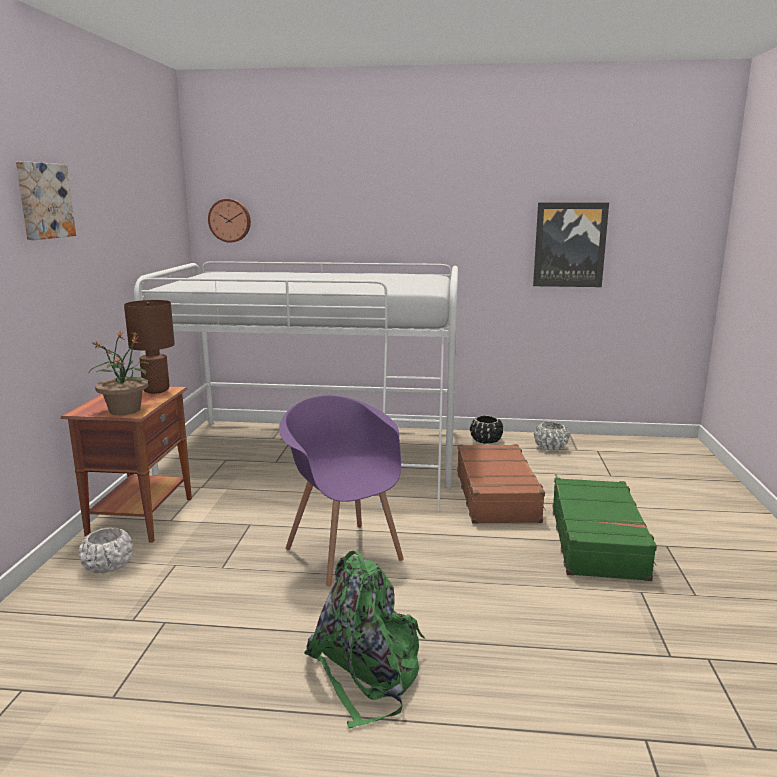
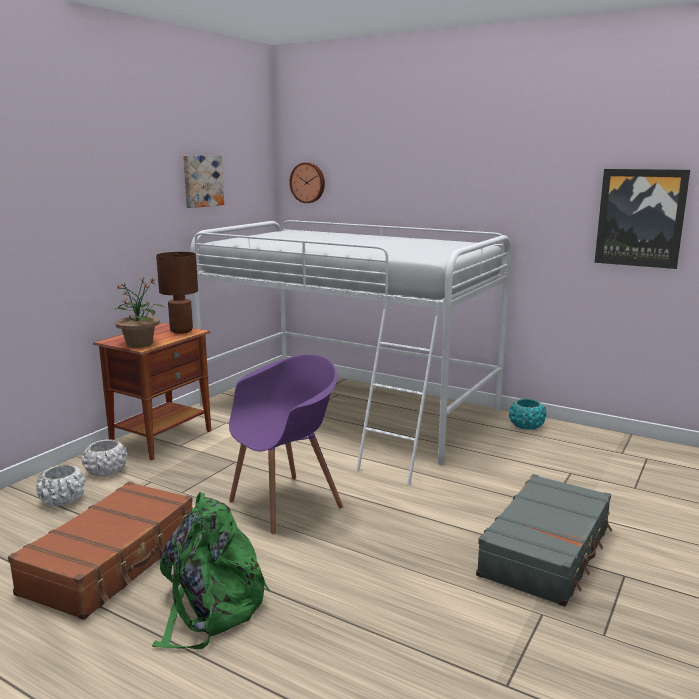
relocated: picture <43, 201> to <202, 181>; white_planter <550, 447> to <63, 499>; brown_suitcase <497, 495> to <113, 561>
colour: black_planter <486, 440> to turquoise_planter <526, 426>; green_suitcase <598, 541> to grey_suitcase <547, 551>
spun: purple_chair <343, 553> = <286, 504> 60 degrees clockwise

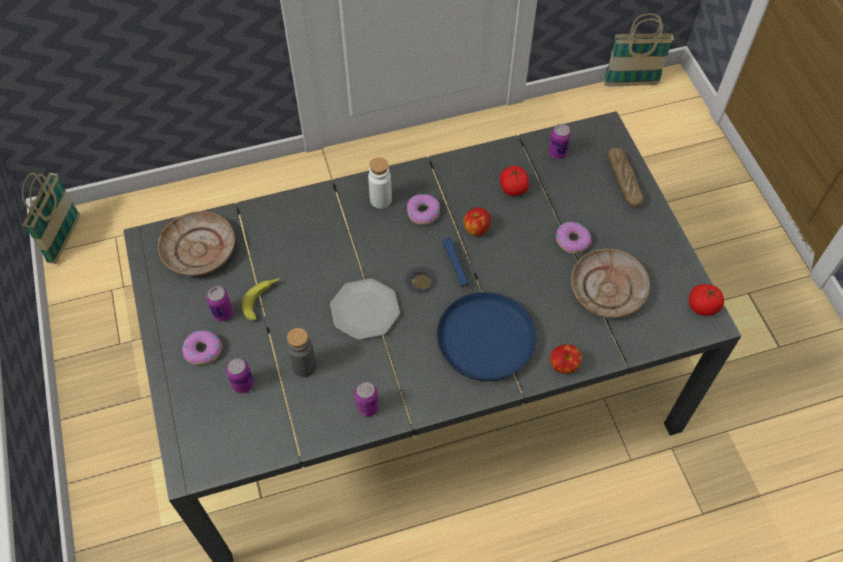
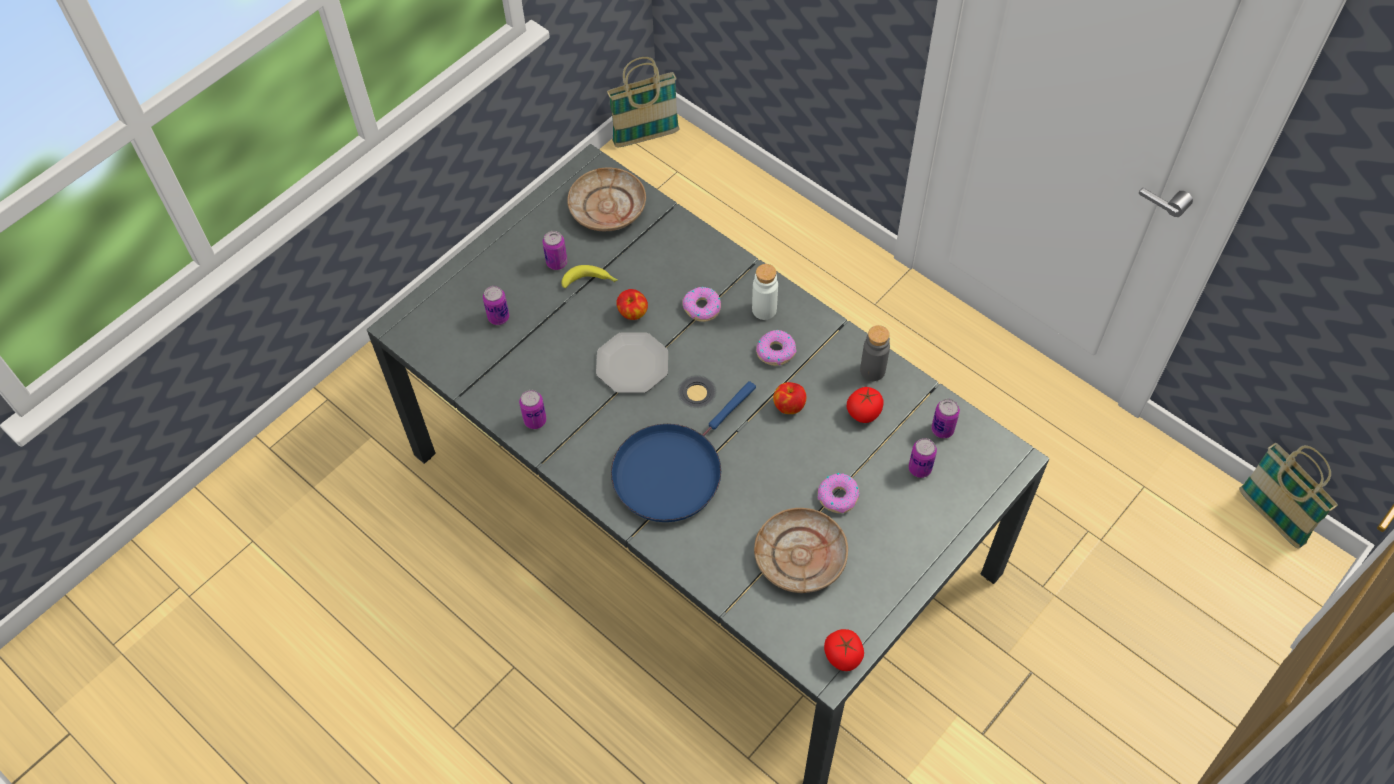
missing: bread <624, 181>
appeared: can <920, 468>
relocated: grey_bottle <304, 366> to <872, 370>; donut <203, 350> to <702, 308>; apple <564, 366> to <632, 313>

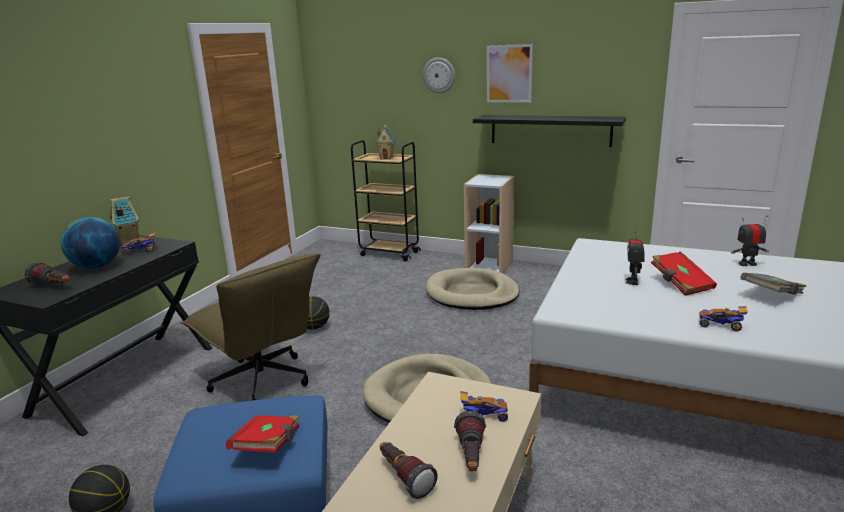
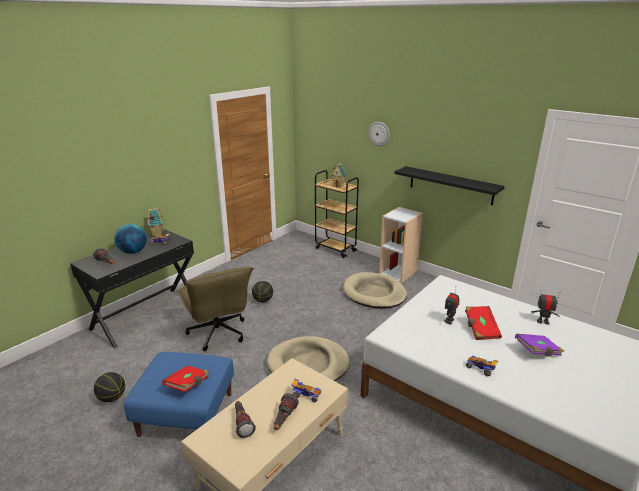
missing: picture <509, 73>
colour: grey_book <772, 295> to purple_book <537, 352>

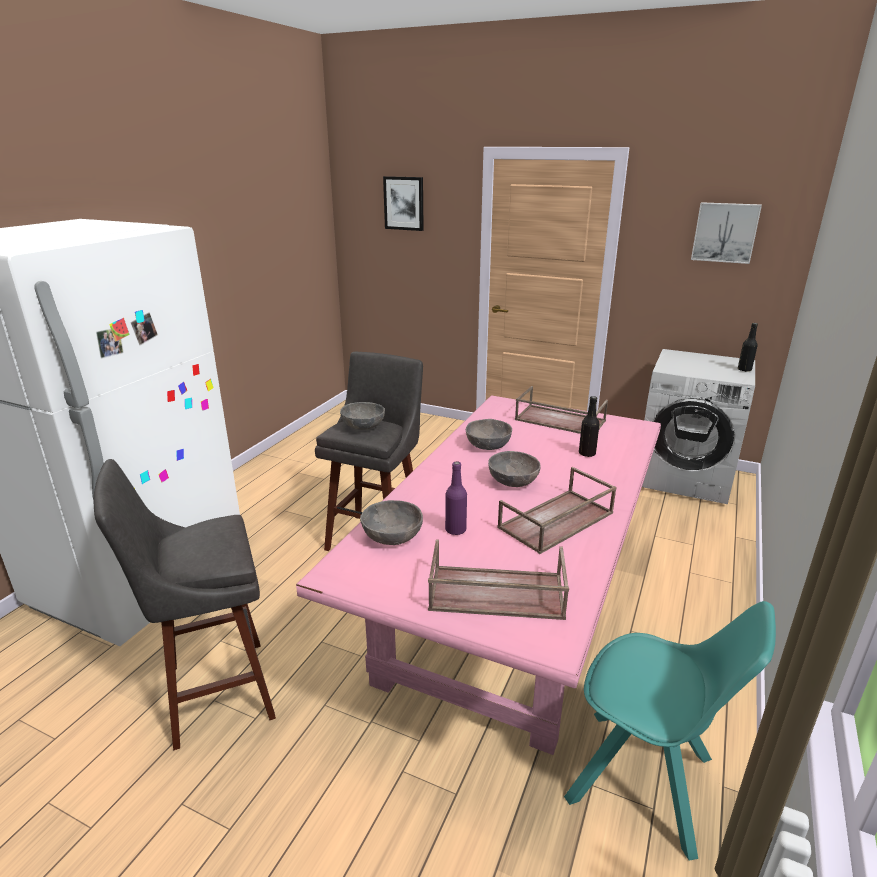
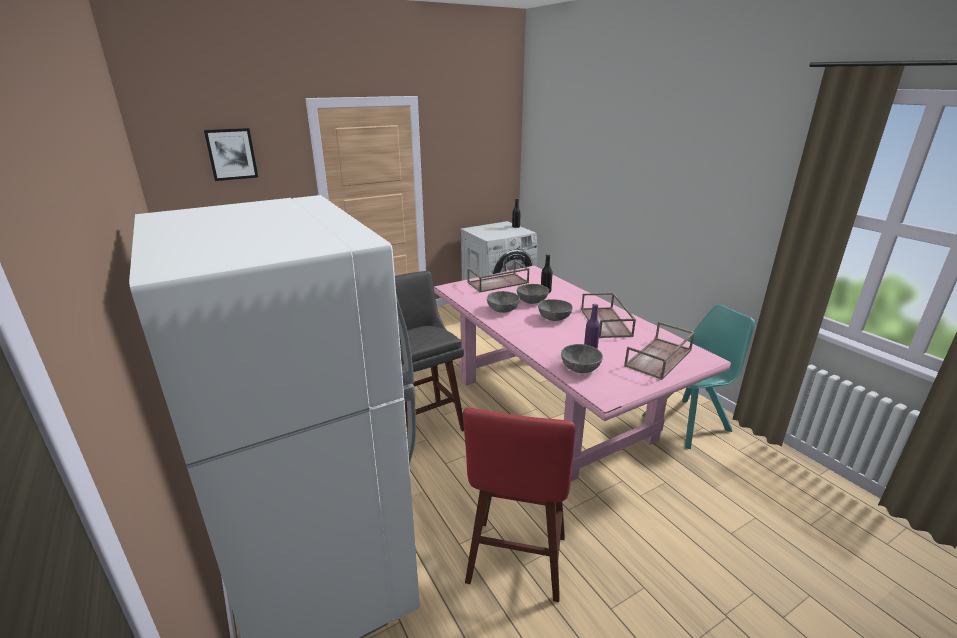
missing: picture <725, 232>
relocated: grey_bowl <363, 426> to <532, 301>
colour: grey_stool <214, 692> to red_stool <515, 563>

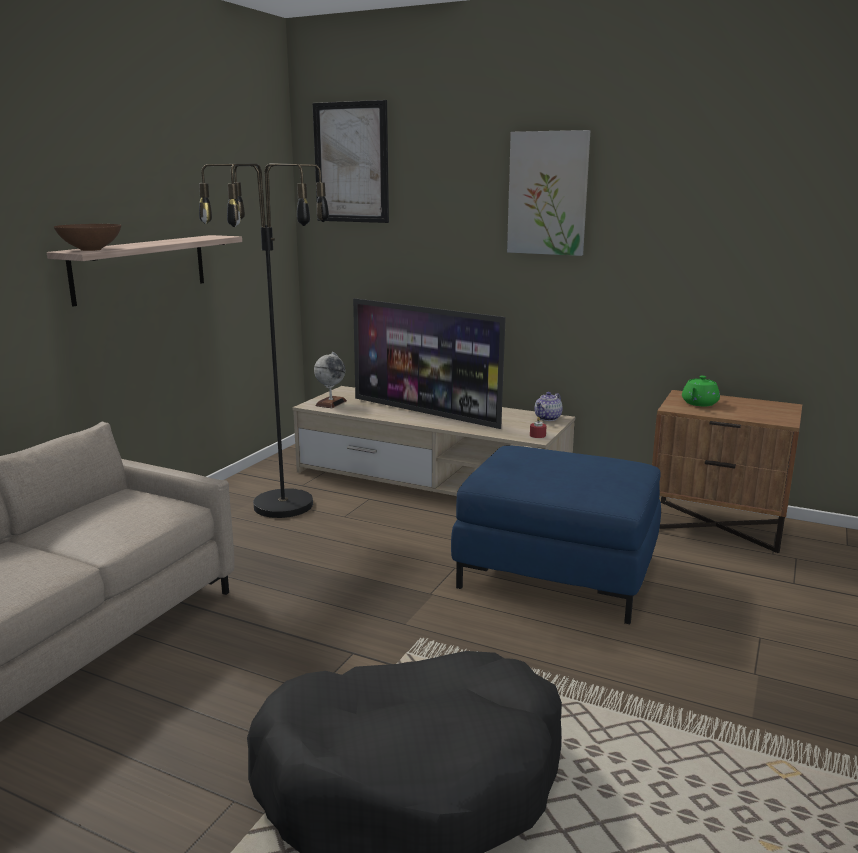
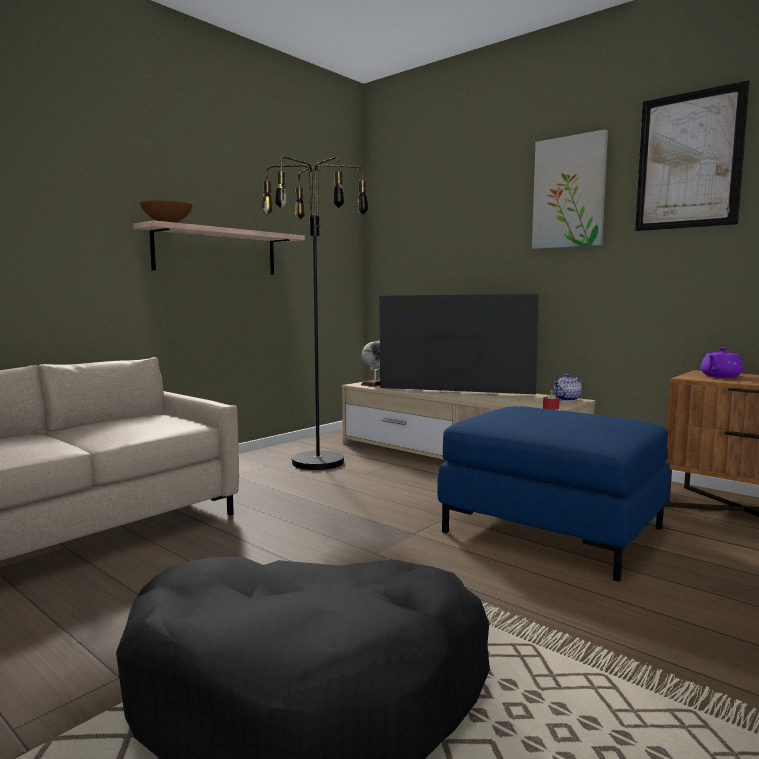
relocated: picture <351, 162> to <689, 161>
colour: green_teapot <699, 403> to purple_teapot <720, 376>
spun: television <426, 412> = <453, 392> 150 degrees clockwise

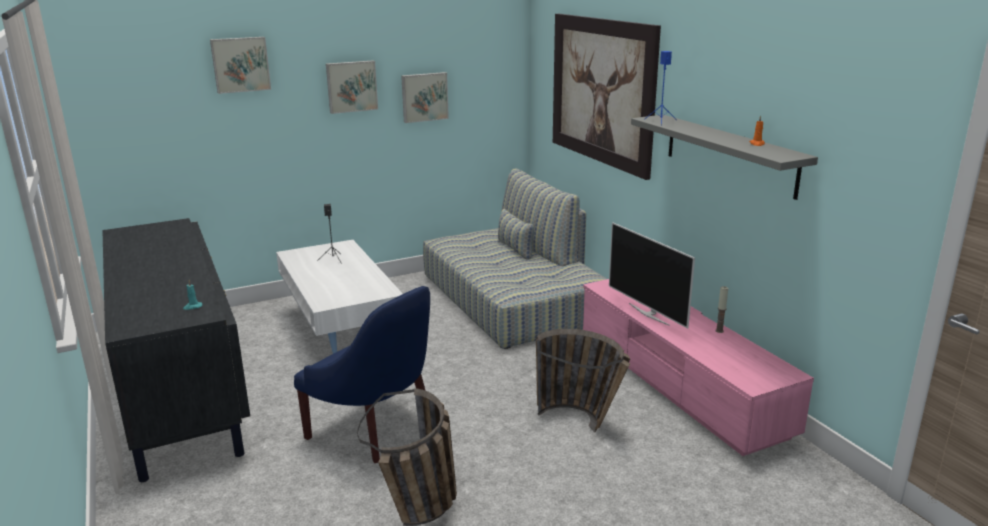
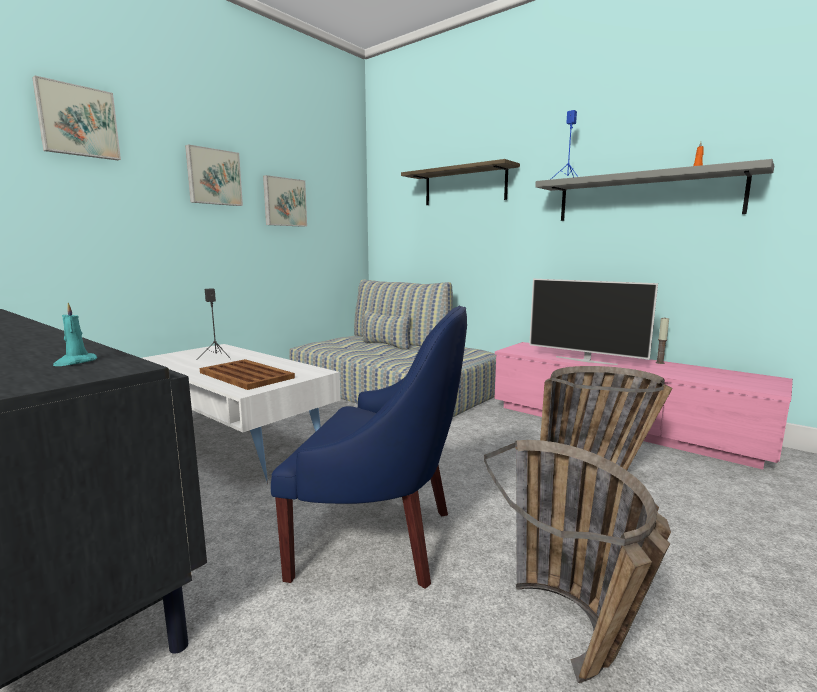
appeared: brown_tray <246, 375>
exchanged: picture <601, 91> to shelf <464, 186>

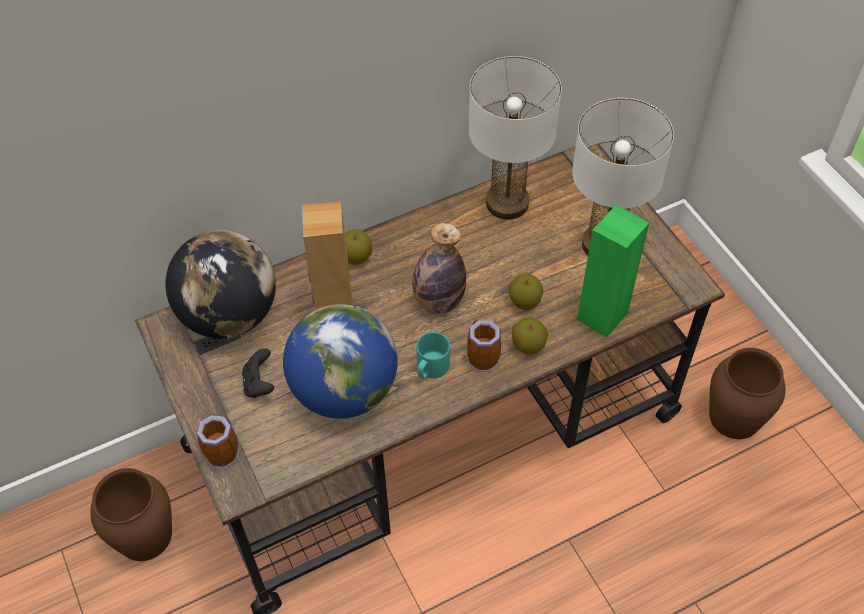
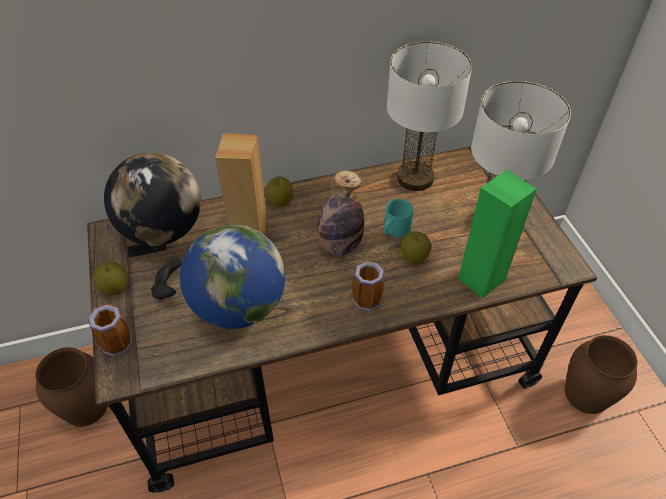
relocated: apple <528, 346> to <115, 288>; turquoise_mug <431, 368> to <395, 230>

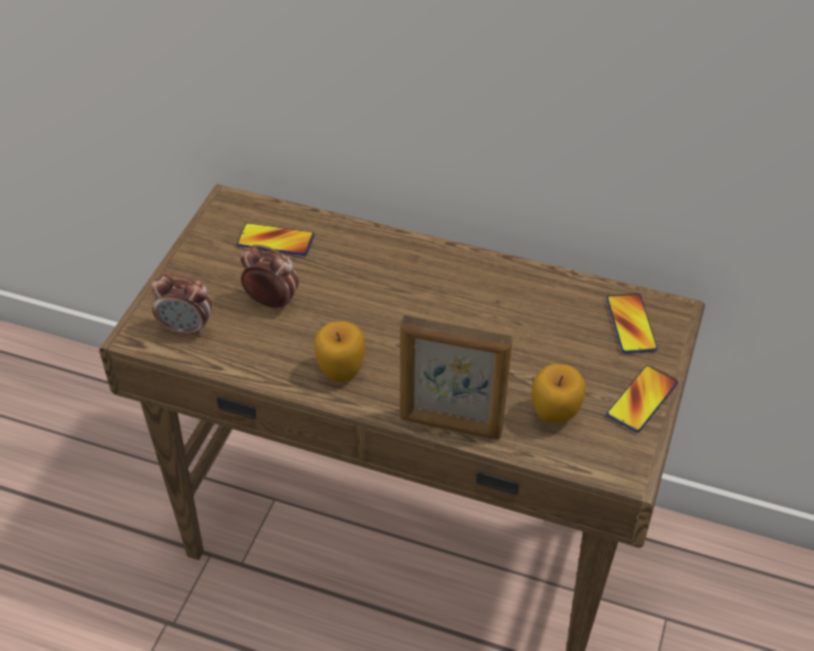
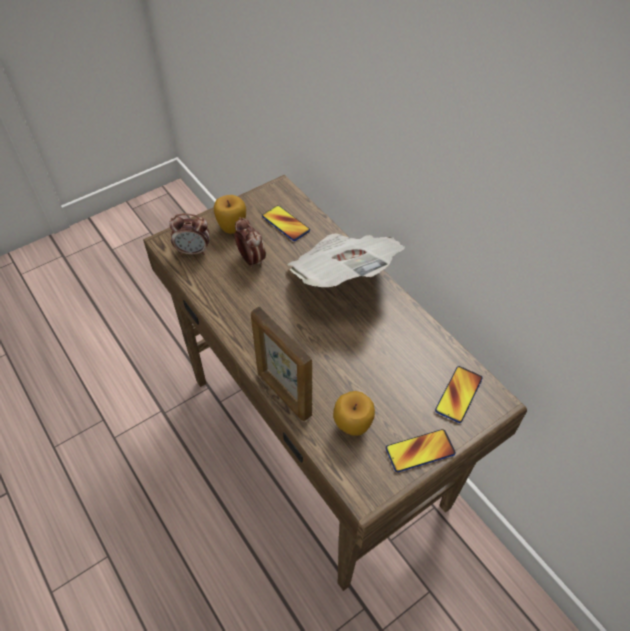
appeared: newspaper <342, 276>
relocated: apple <341, 371> to <232, 227>
spun: alarm_clock <187, 328> = <193, 251> 45 degrees counterclockwise

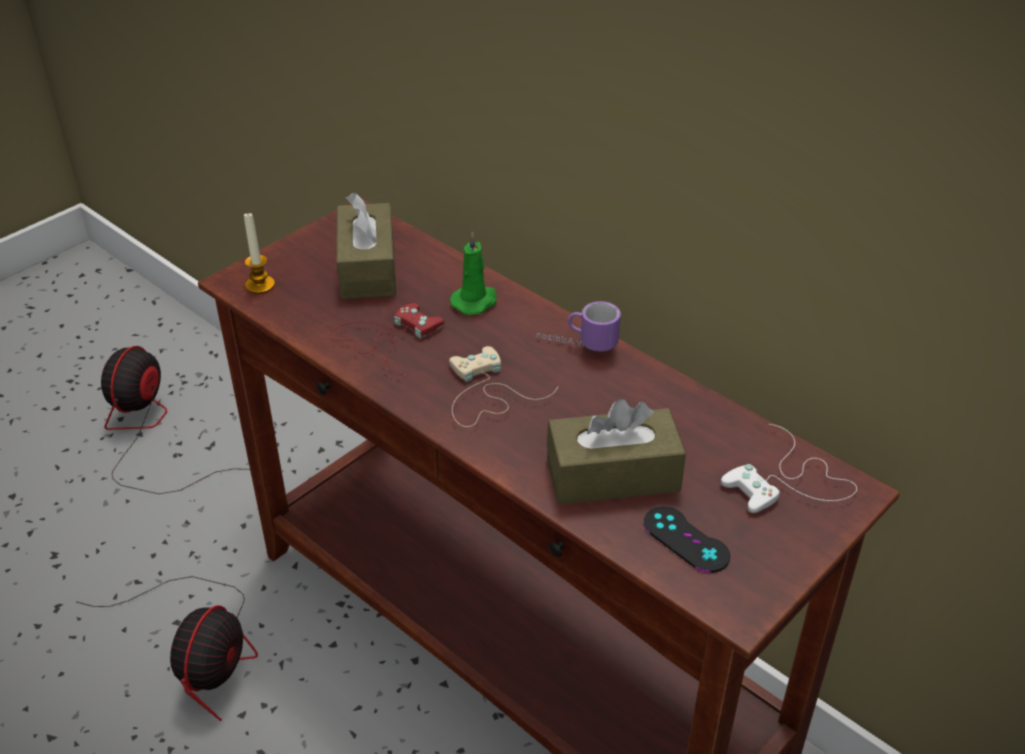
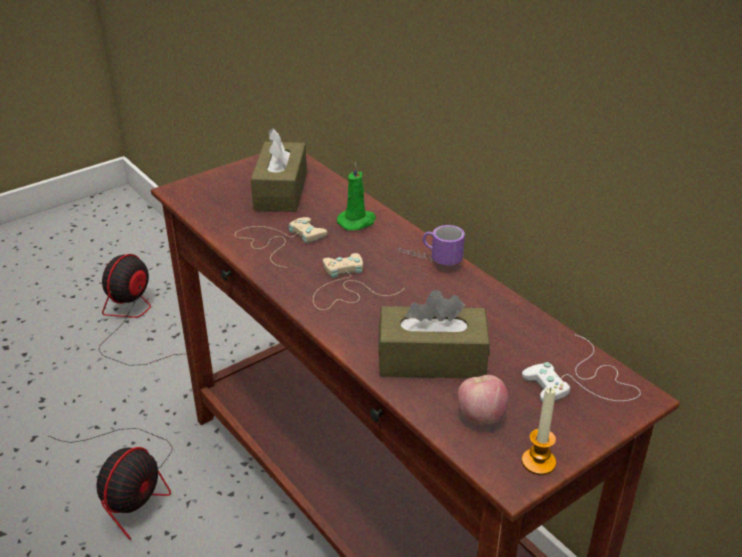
relocated: candle <260, 285> to <538, 462>
exchanged: black_game_controller <686, 539> to apple <480, 416>
colour: red_game_controller <386, 339> to beige_game_controller <279, 241>

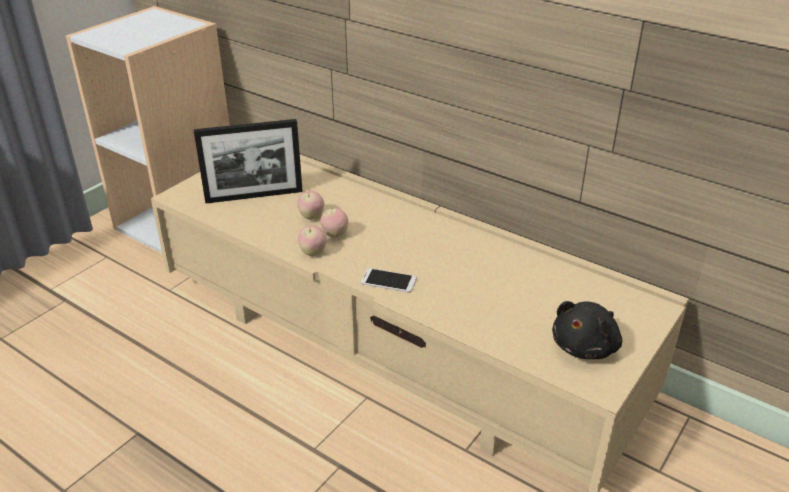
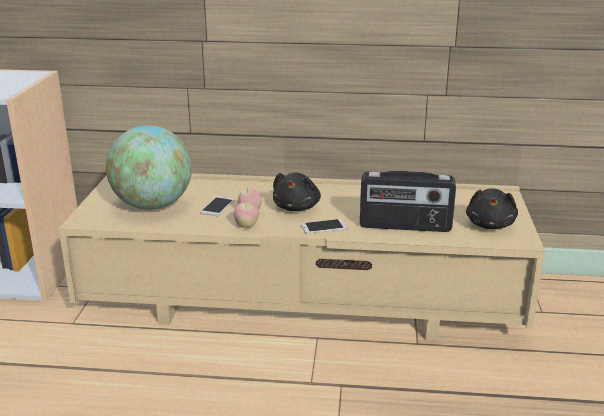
appeared: radio <405, 226>; black_plush_toy <297, 207>
exchanged: picture_frame <254, 196> to globe <153, 205>; apple <311, 217> to phone <217, 206>

